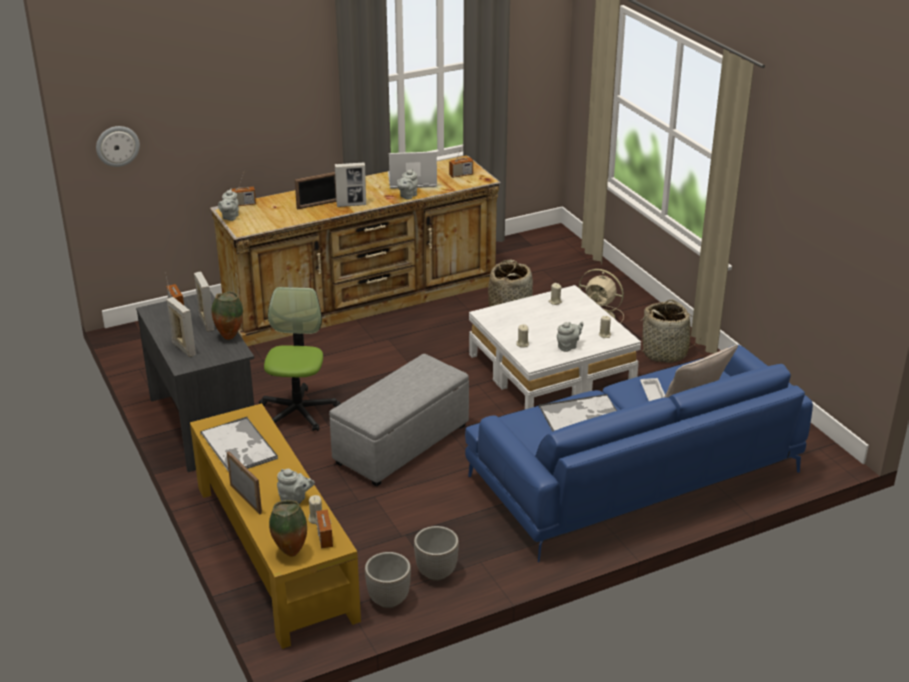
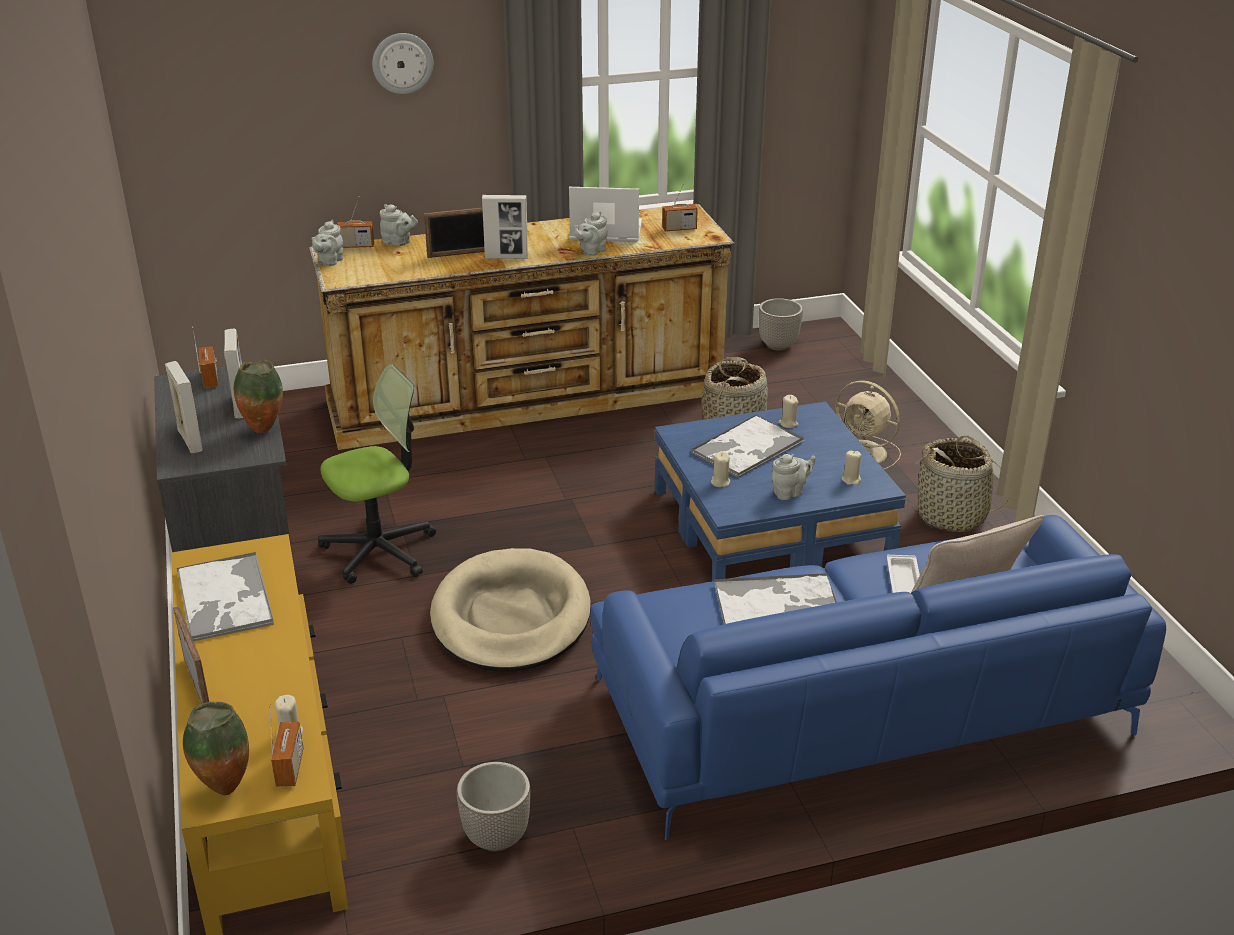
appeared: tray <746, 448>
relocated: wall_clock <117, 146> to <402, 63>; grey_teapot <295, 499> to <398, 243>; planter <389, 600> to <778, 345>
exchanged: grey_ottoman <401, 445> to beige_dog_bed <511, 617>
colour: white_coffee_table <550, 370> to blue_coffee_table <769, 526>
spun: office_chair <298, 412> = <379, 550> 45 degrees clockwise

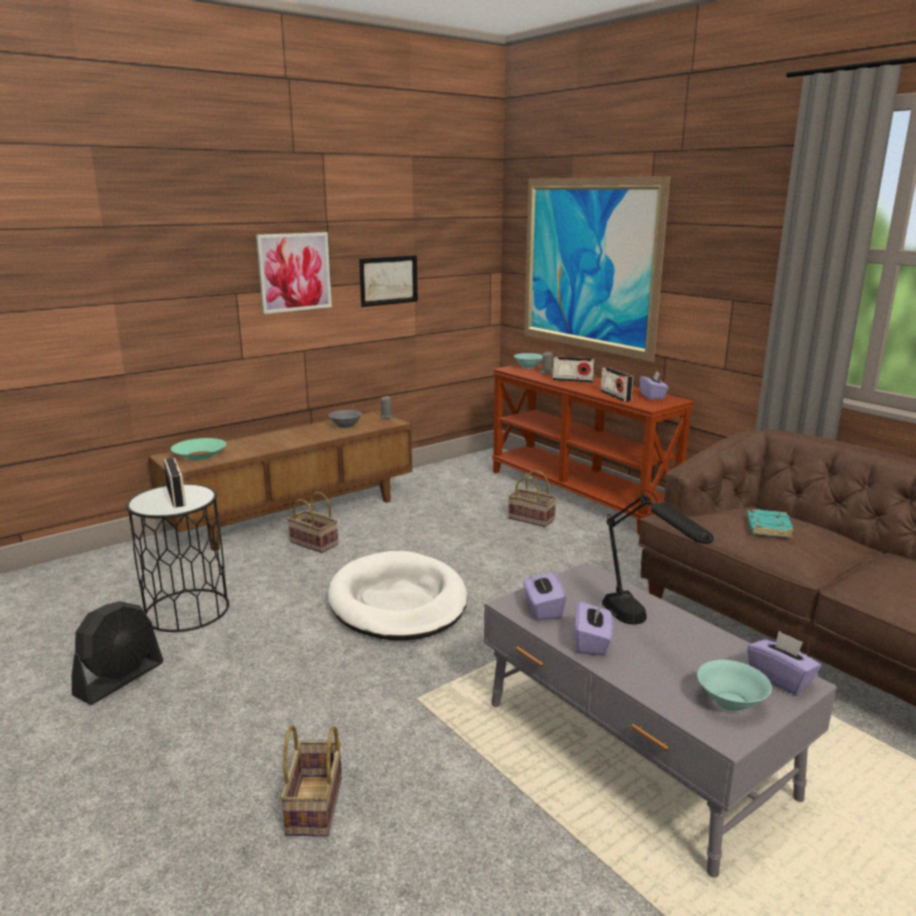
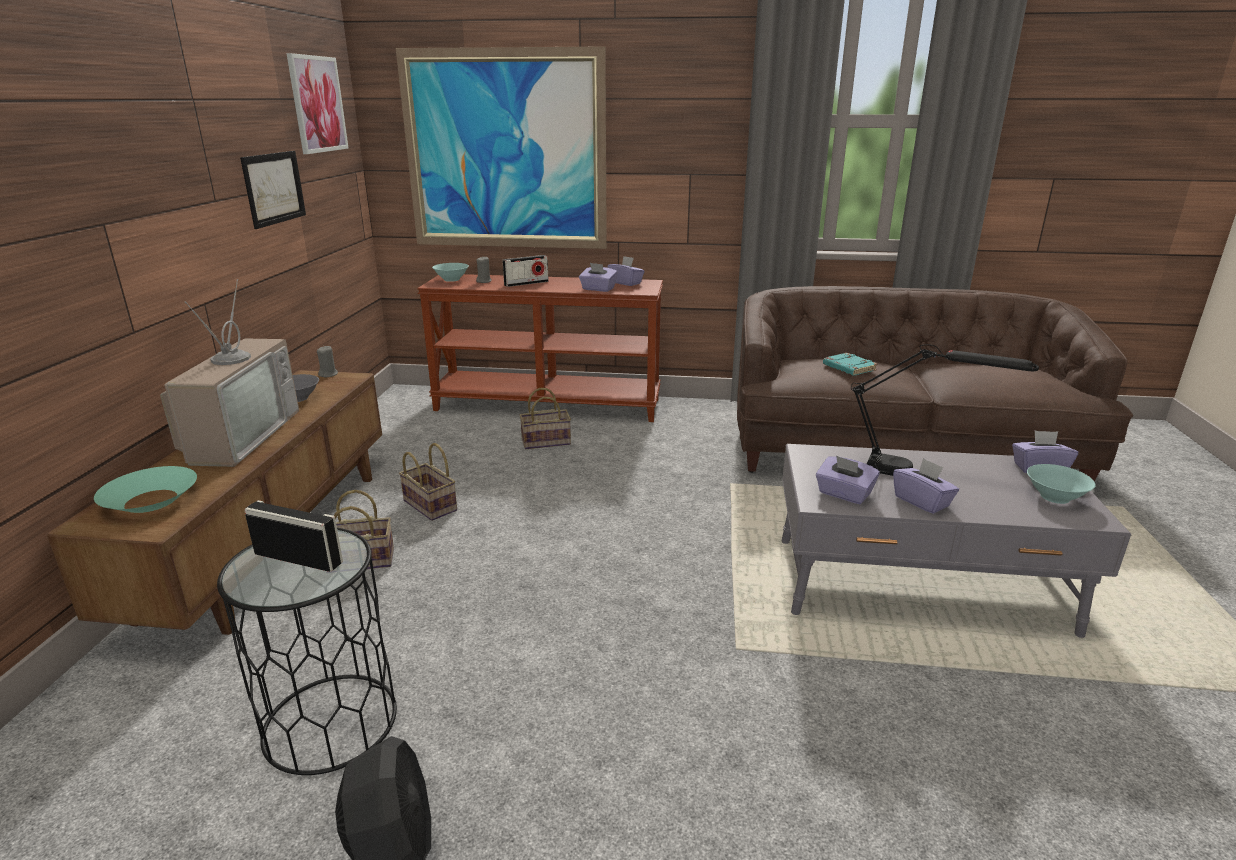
missing: white_dog_bed <398, 602>
appeared: television <239, 435>
relocated: picture <294, 272> to <317, 104>; basket <316, 807> to <432, 505>
exchanged: radio <615, 396> to purple_tissue_box <598, 289>

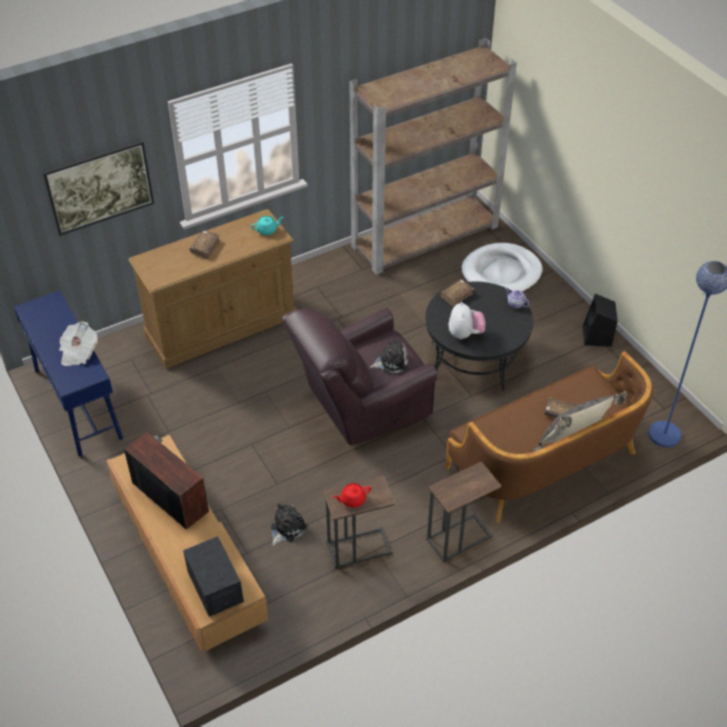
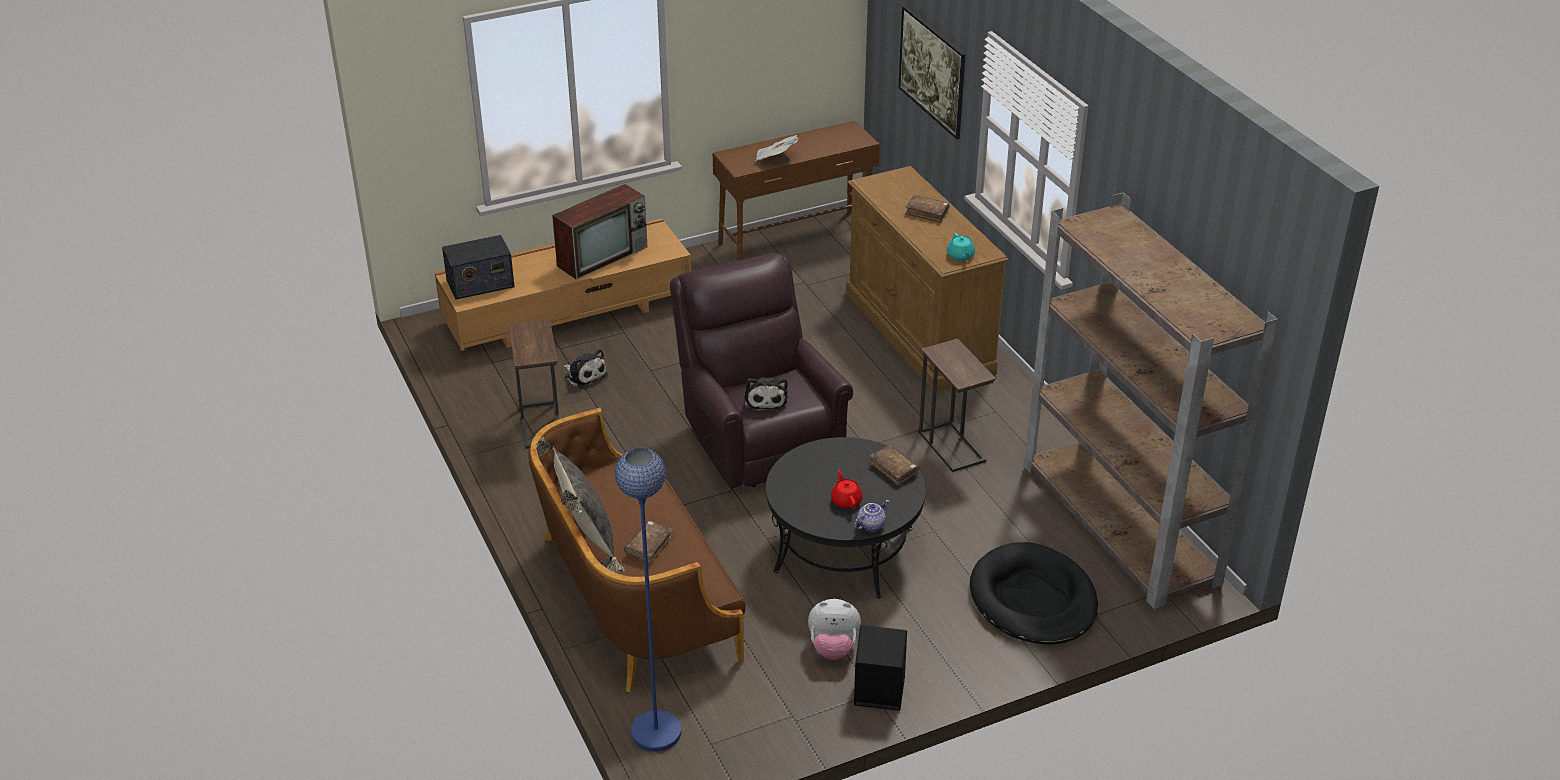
relocated: plush_toy <465, 334> to <833, 648>; brown_side_table <459, 538> to <950, 447>; red_teapot <352, 500> to <846, 500>
colour: white_dog_bed <501, 273> to black_dog_bed <1033, 599>; blue_console_table <79, 404> to brown_console_table <796, 239>

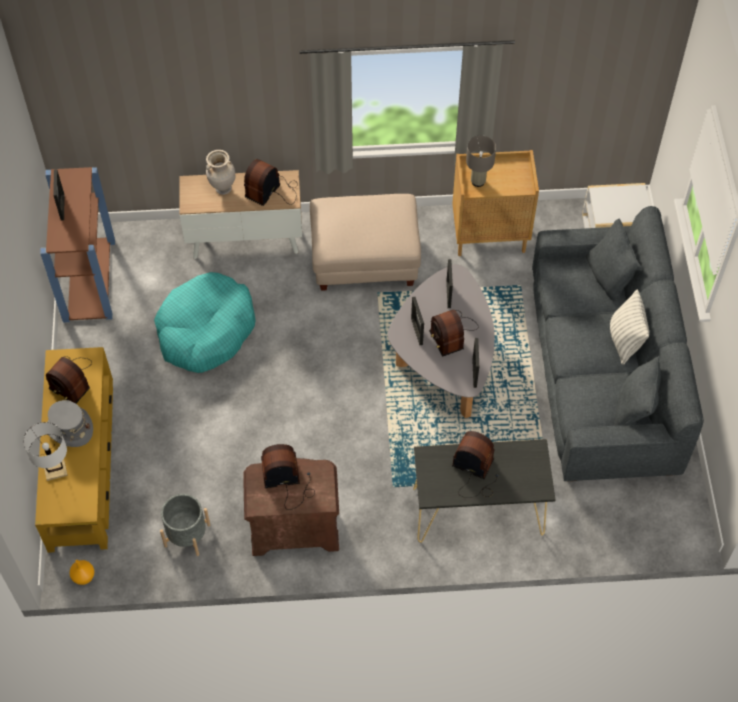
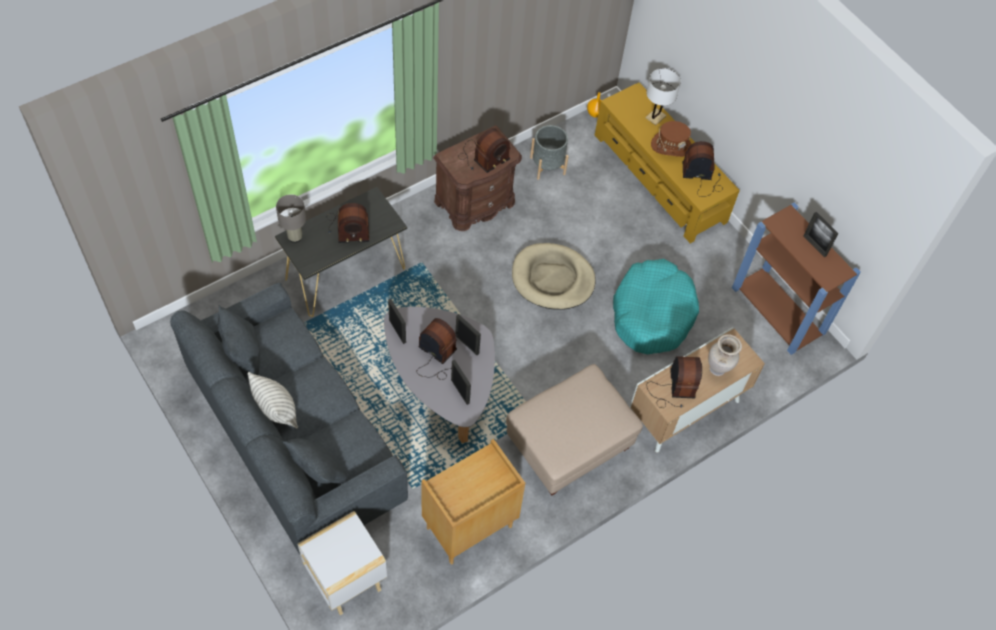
appeared: beige_dog_bed <552, 279>
relocated: grey_table_lamp <478, 181> to <294, 237>
colour: grey_hat <70, 429> to brown_hat <671, 146>

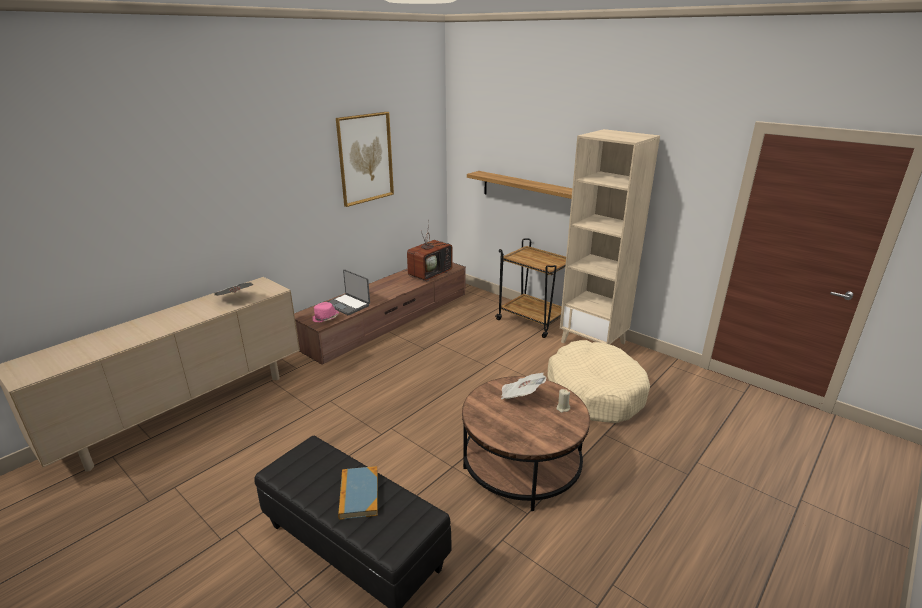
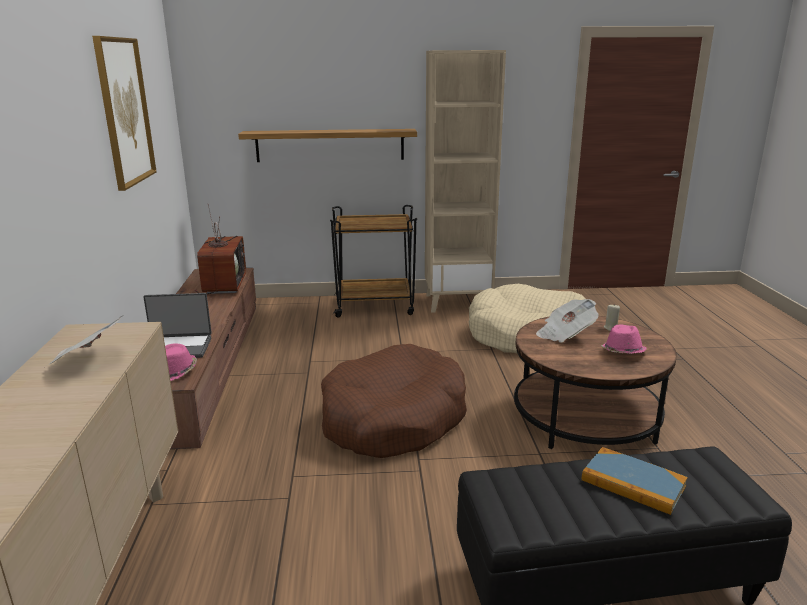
appeared: pink_hat <622, 352>; brown_dog_bed <393, 418>

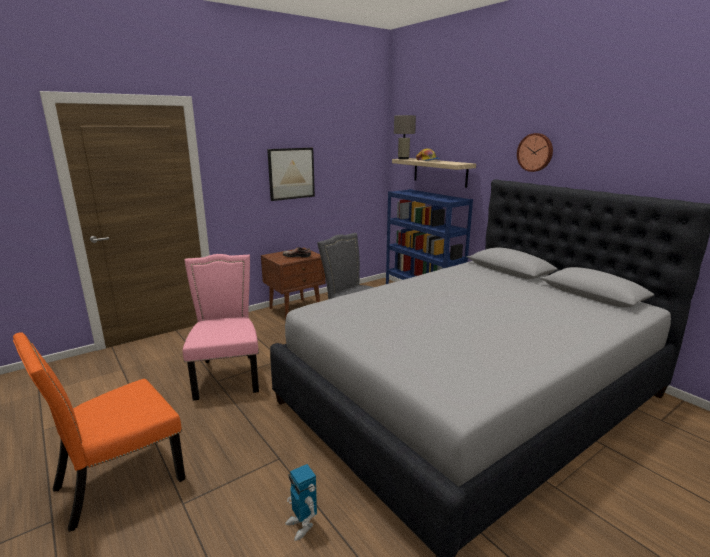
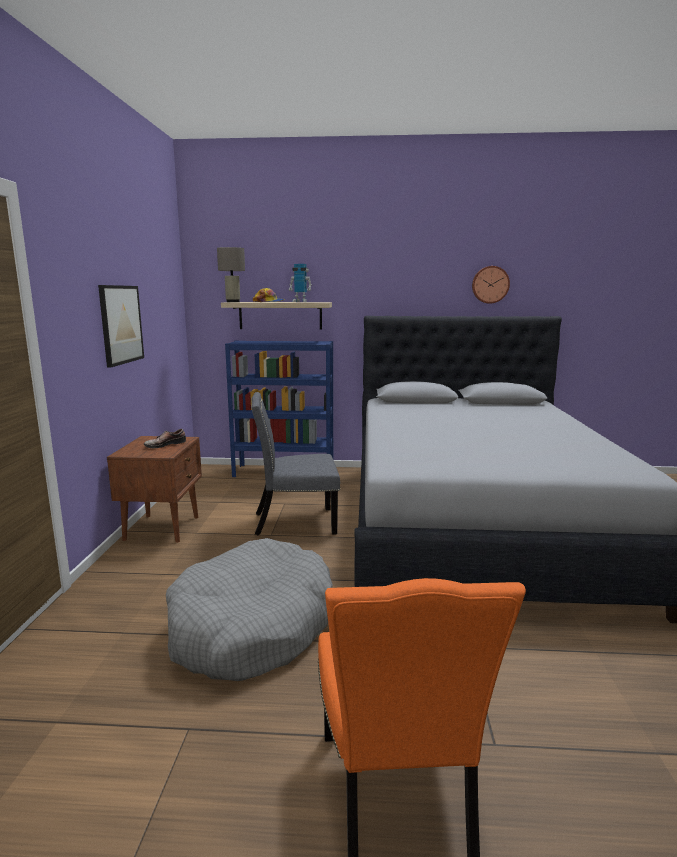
relocated: wall_clock <535, 152> to <490, 284>; toy_robot <302, 525> to <300, 302>
exchanged: pink_chair <227, 377> to grey_dog_bed <252, 627>

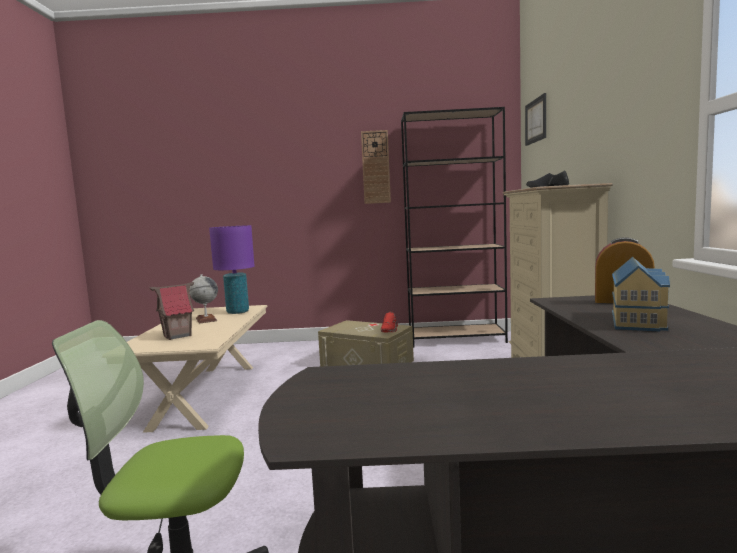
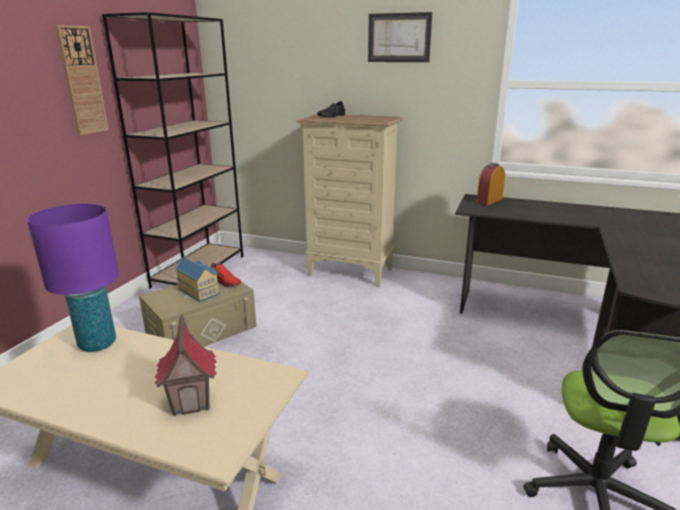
missing: globe <206, 319>
relocated: picture <536, 120> to <399, 38>; toy_house <639, 321> to <199, 291>

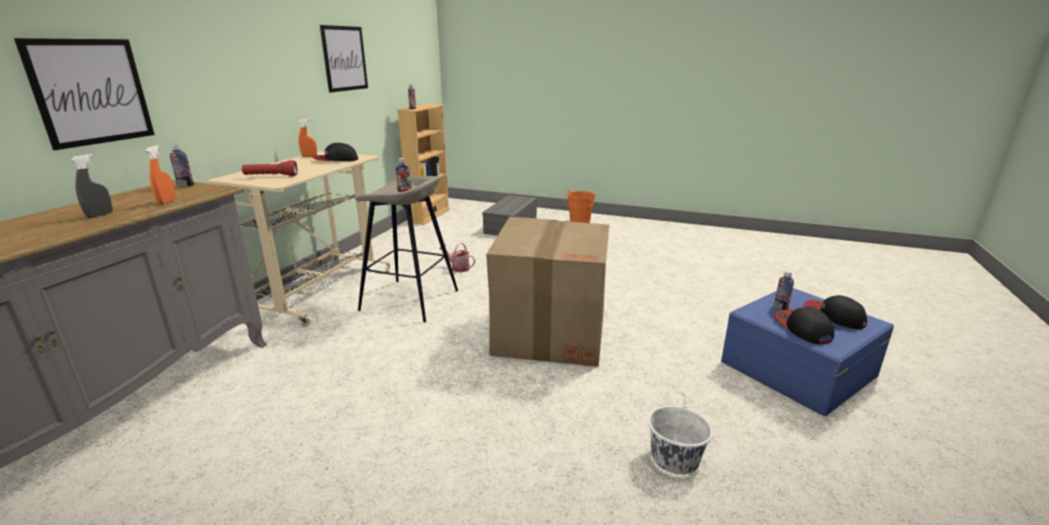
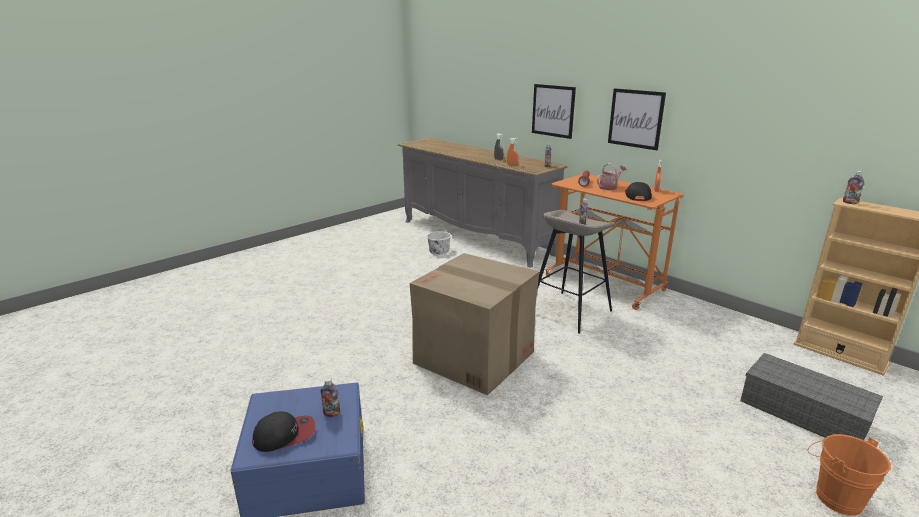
missing: cap <802, 328>
relocated: picture <344, 58> to <635, 118>; watering_can <458, 267> to <609, 187>; white_bucket <674, 458> to <439, 251>
colour: beige_desk <322, 290> to orange_desk <604, 283>

